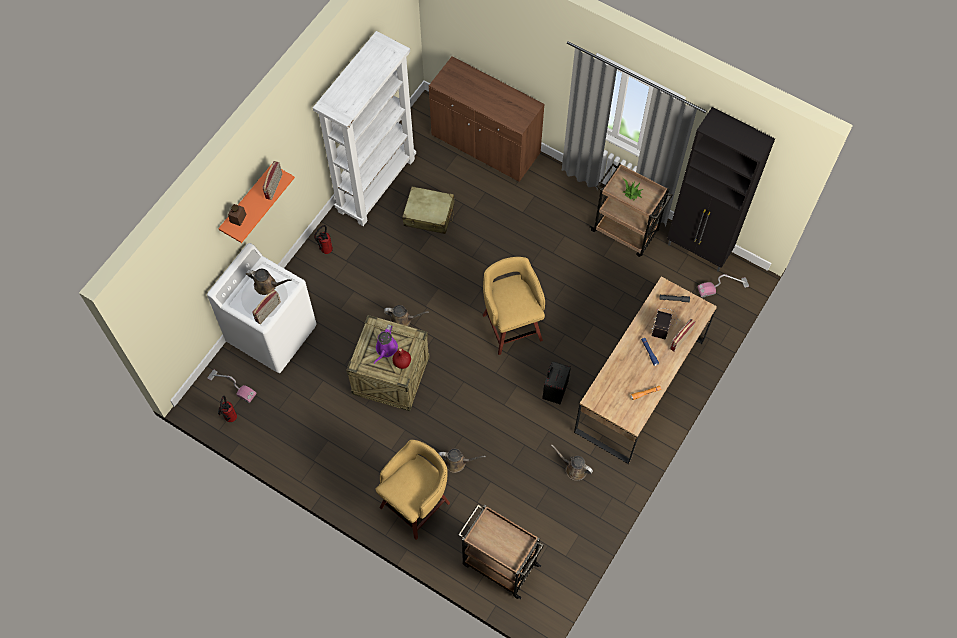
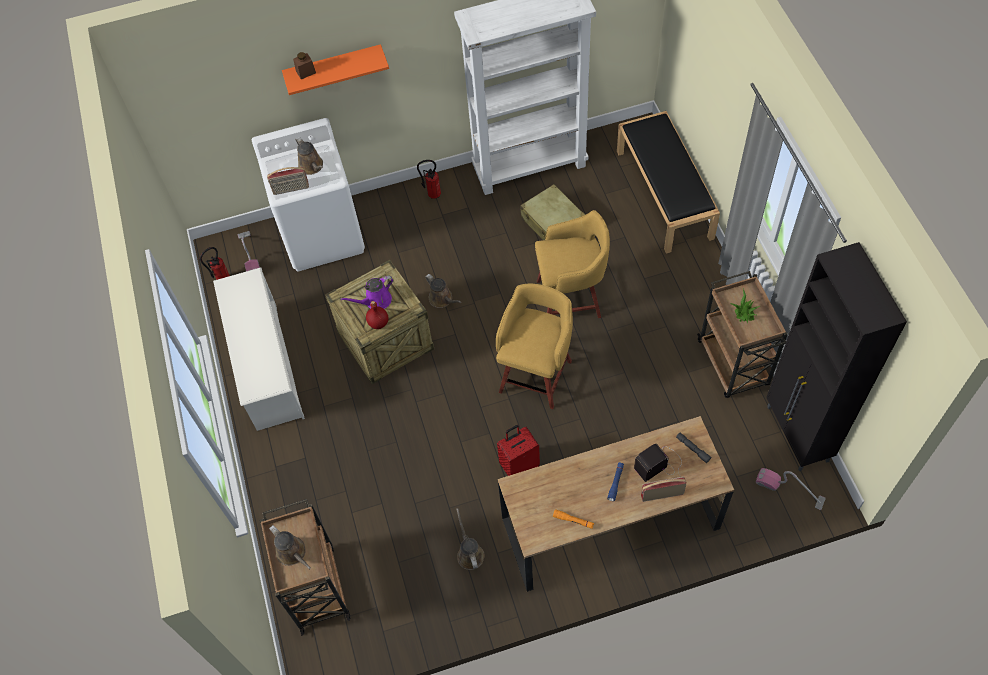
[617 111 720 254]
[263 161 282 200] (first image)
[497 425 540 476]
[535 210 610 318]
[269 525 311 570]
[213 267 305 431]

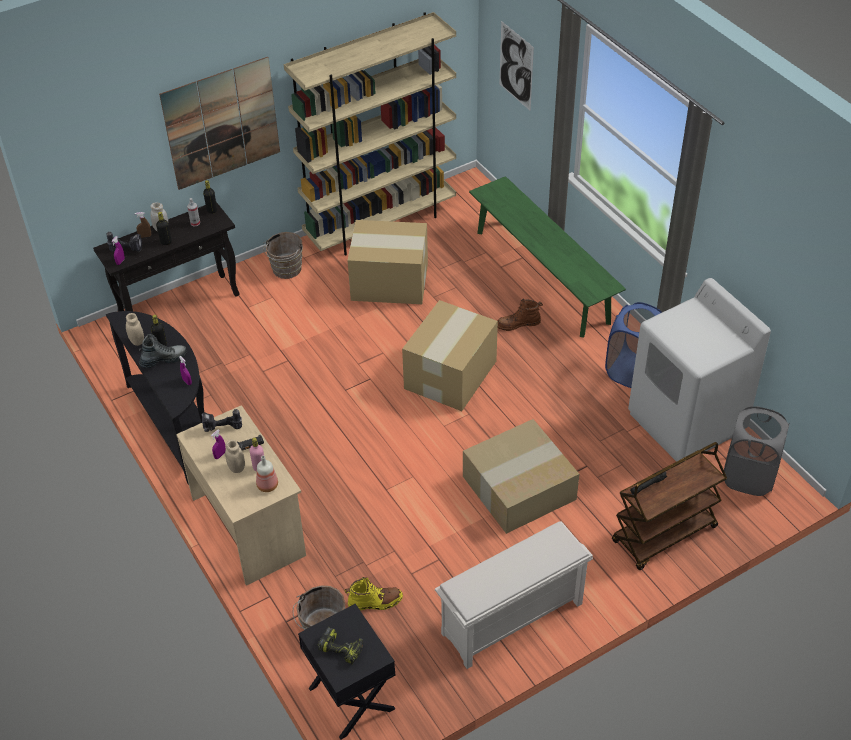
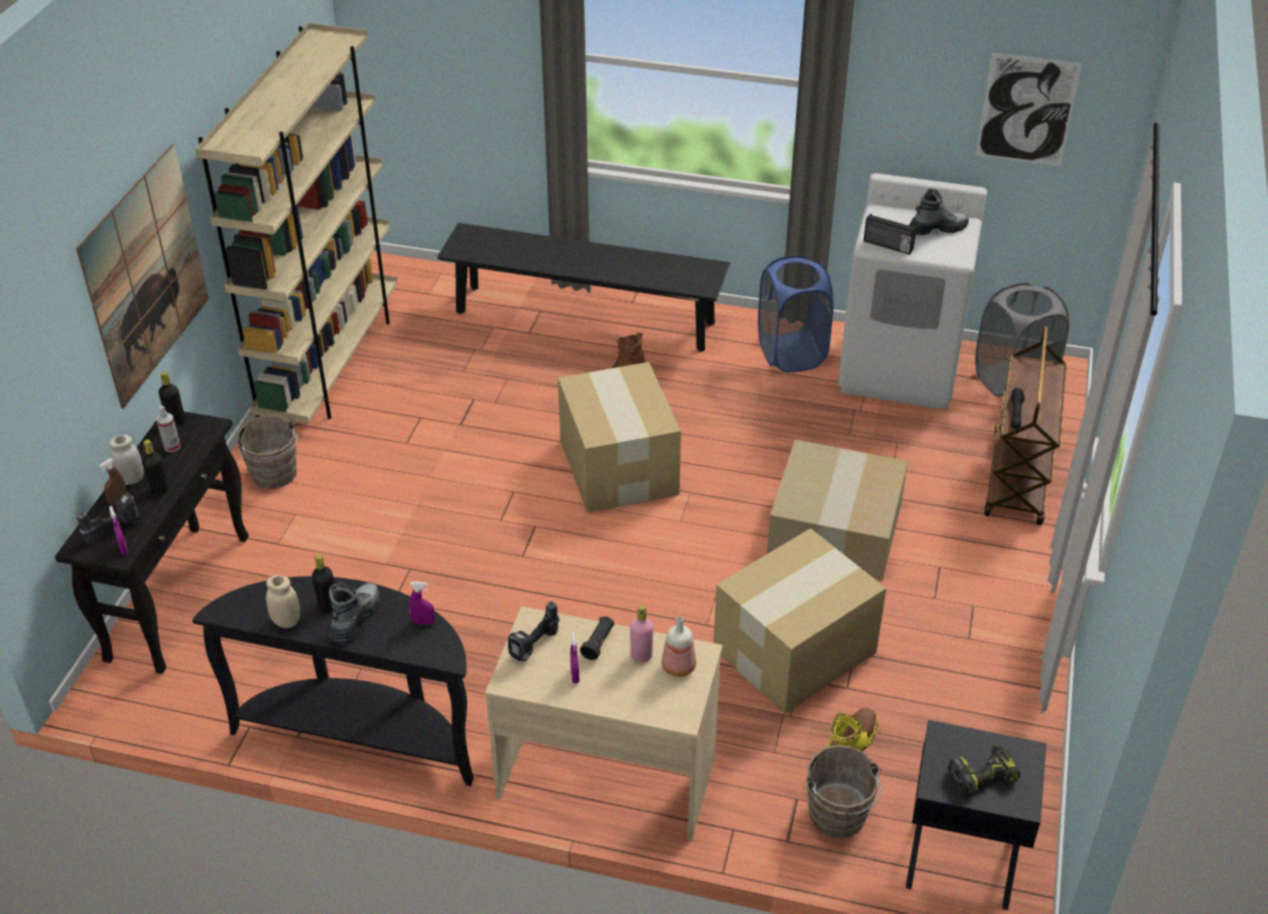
[975 53 1082 166]
[437 223 730 352]
[713 528 886 714]
[225 440 245 473] (first image)
[435 521 593 669] (first image)
[909 188 969 235]
[864 213 917 255]

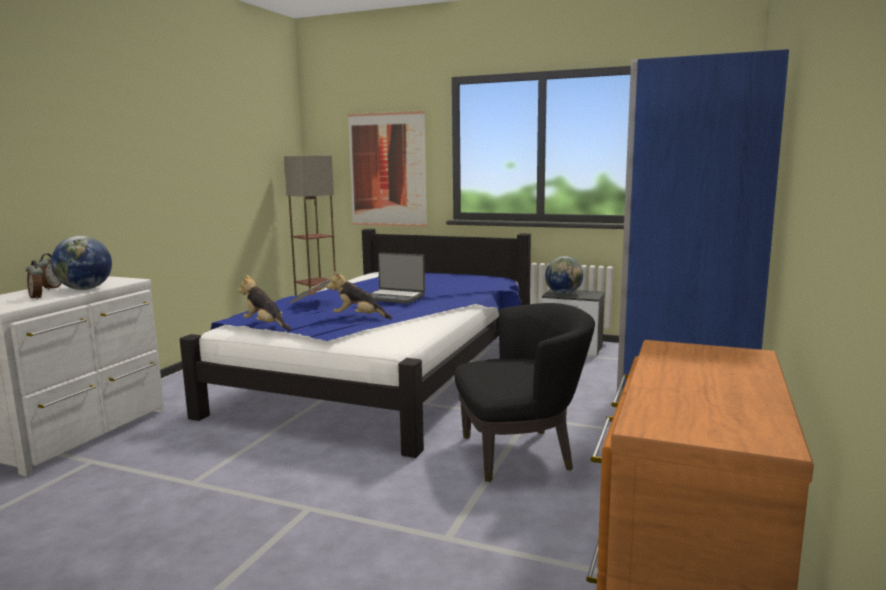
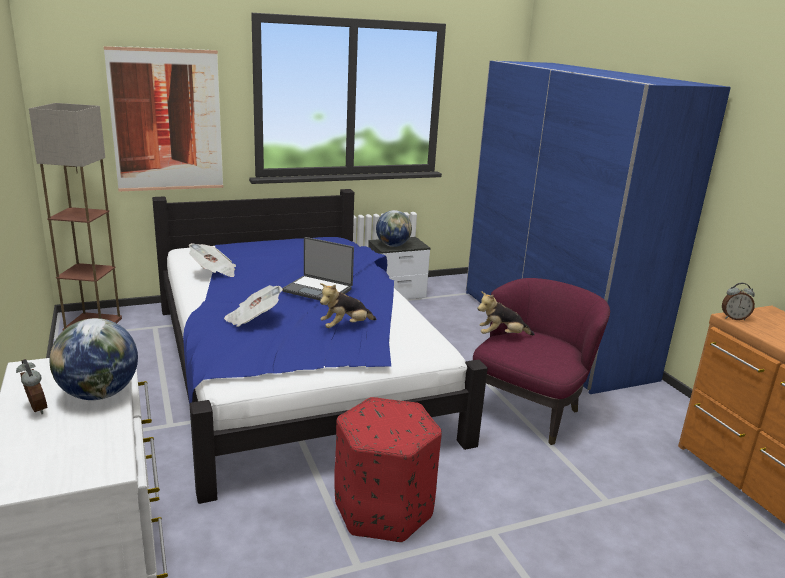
[282 237 354 300]
[722 283 755 320]
[477 291 535 336]
[473 278 610 445]
[189 243 236 277]
[334 397 442 543]

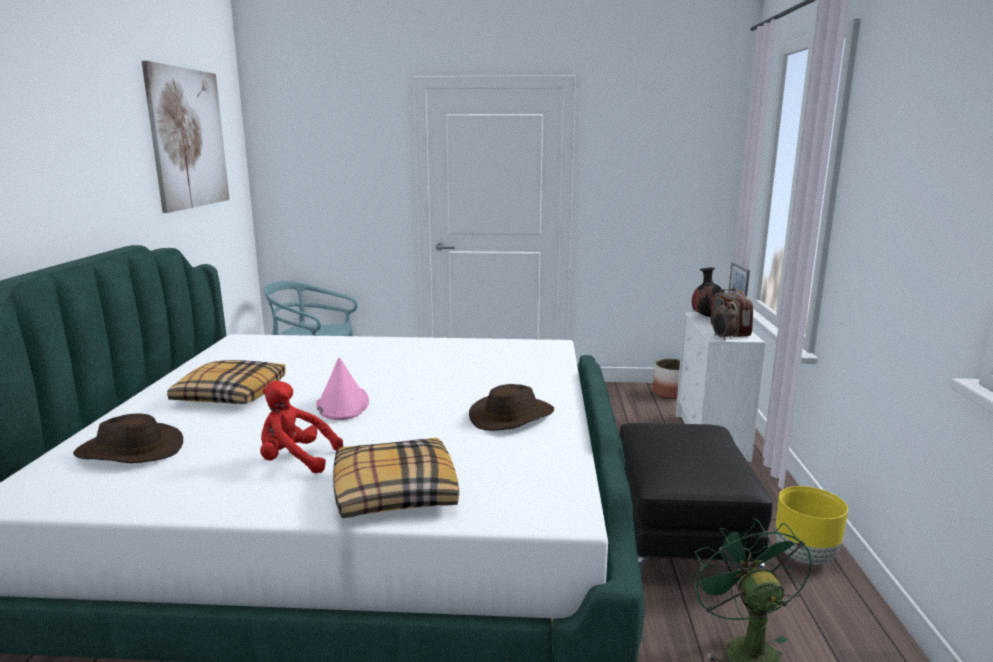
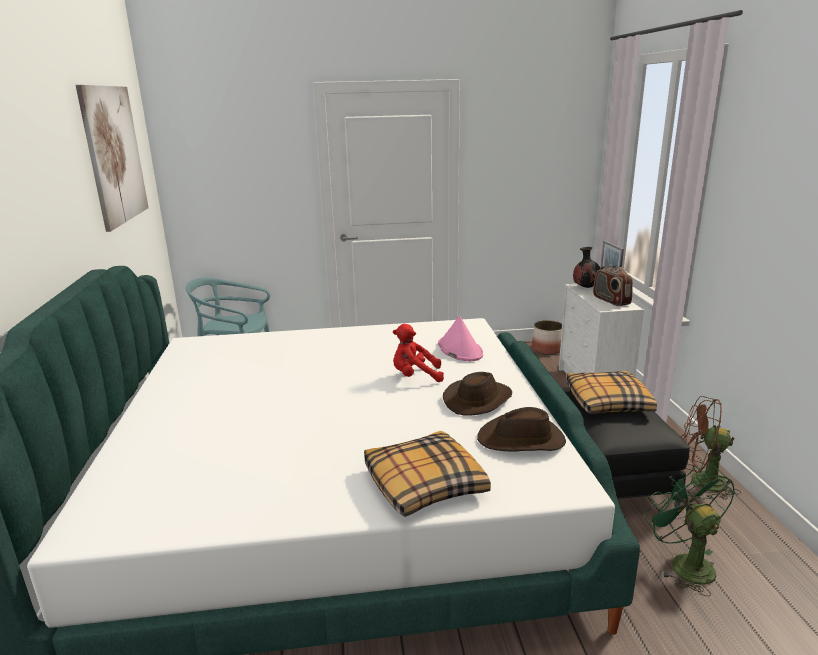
[712 301 737 340] (first image)
[438 316 483 361]
[567 371 657 414]
[393 324 444 382]
[477 407 566 452]
[681 396 741 500]

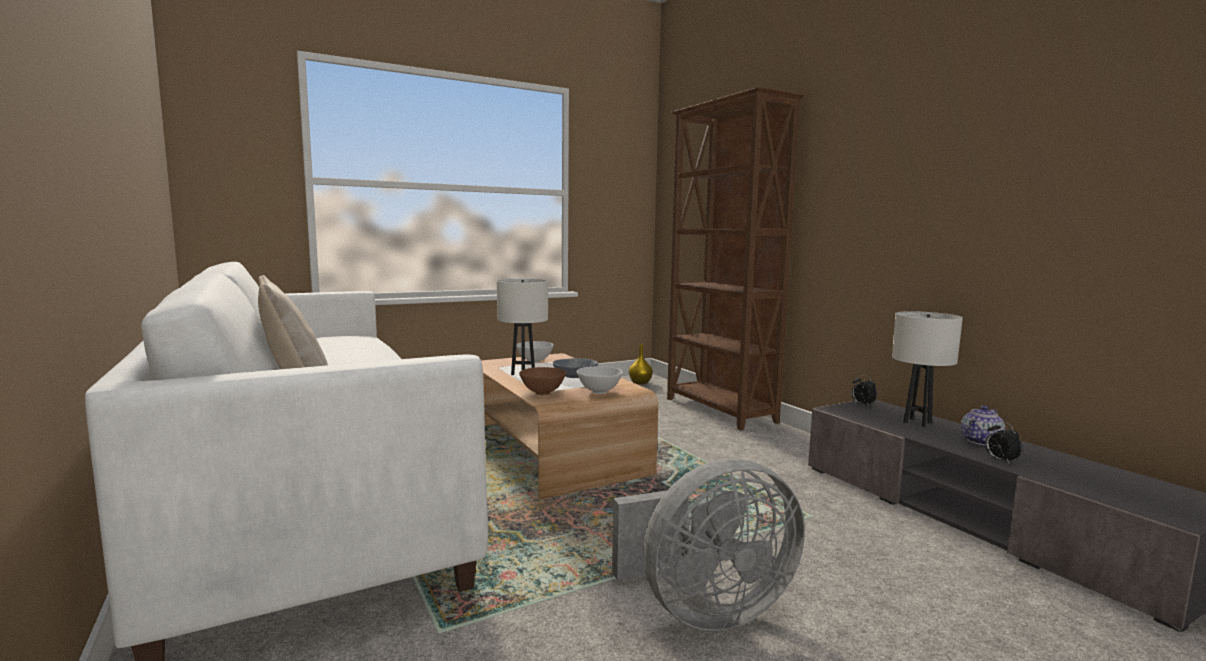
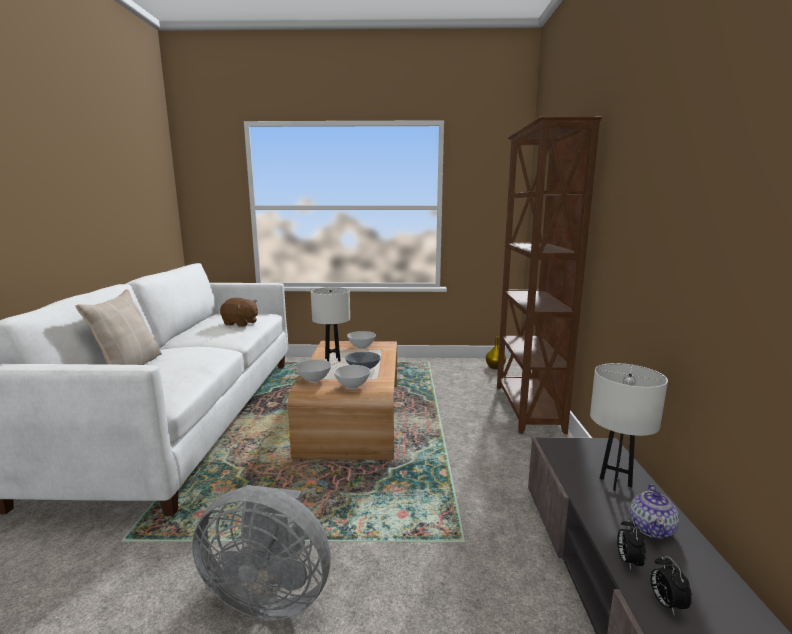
[296 359 331 383]
[650 556 692 616]
[630 484 679 539]
[220 298 258 327]

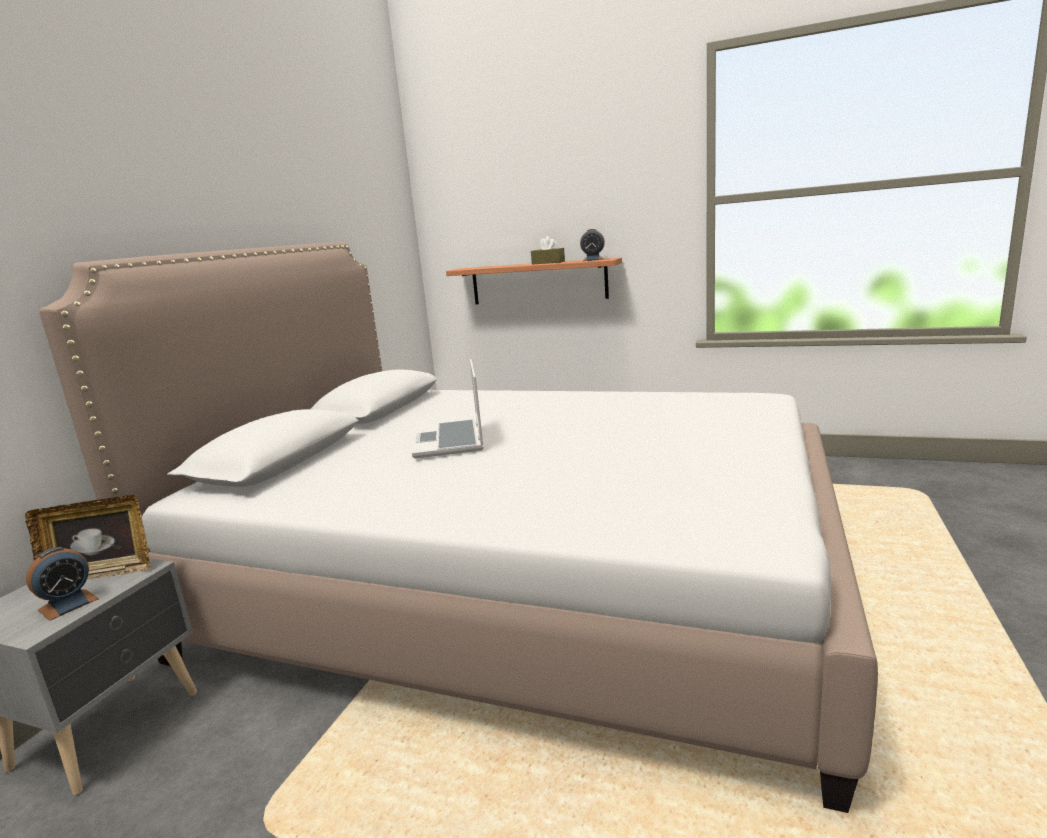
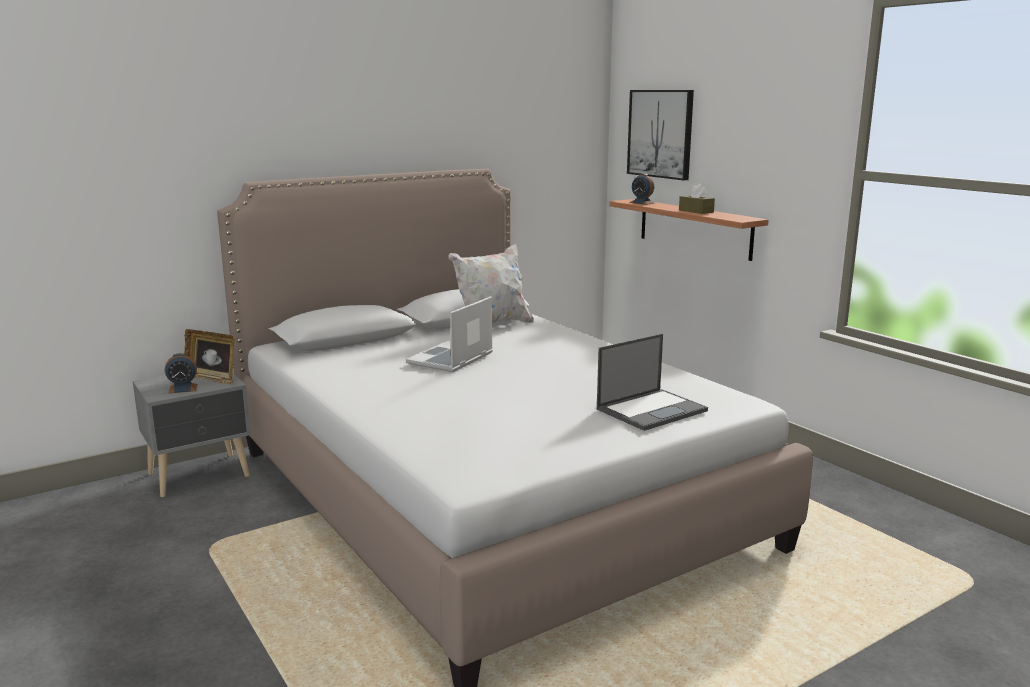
[629 174 655 205]
[627 90 694 180]
[449 243 534 324]
[597 334 708 431]

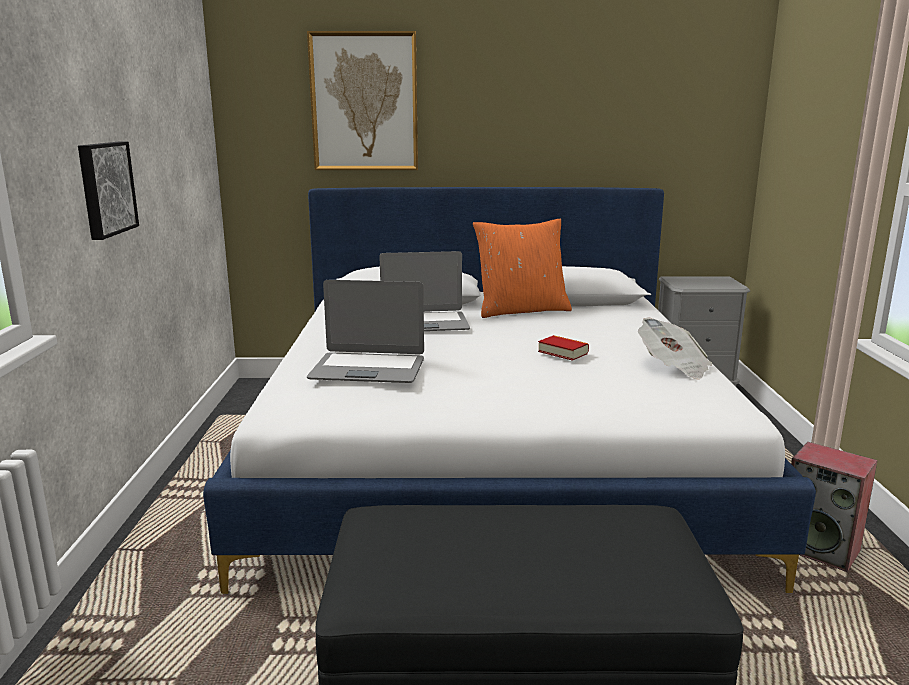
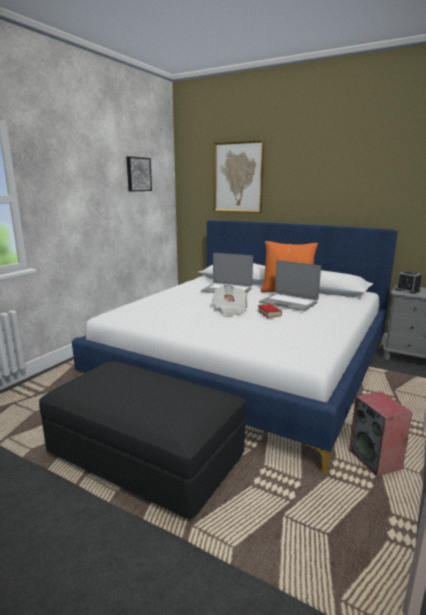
[126 156 152 191]
[259 260 321 311]
[212 284 248 316]
[395 271 422 294]

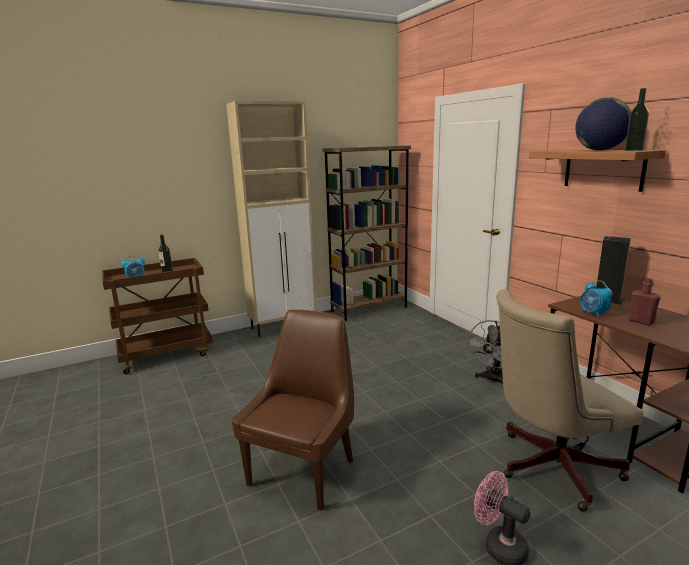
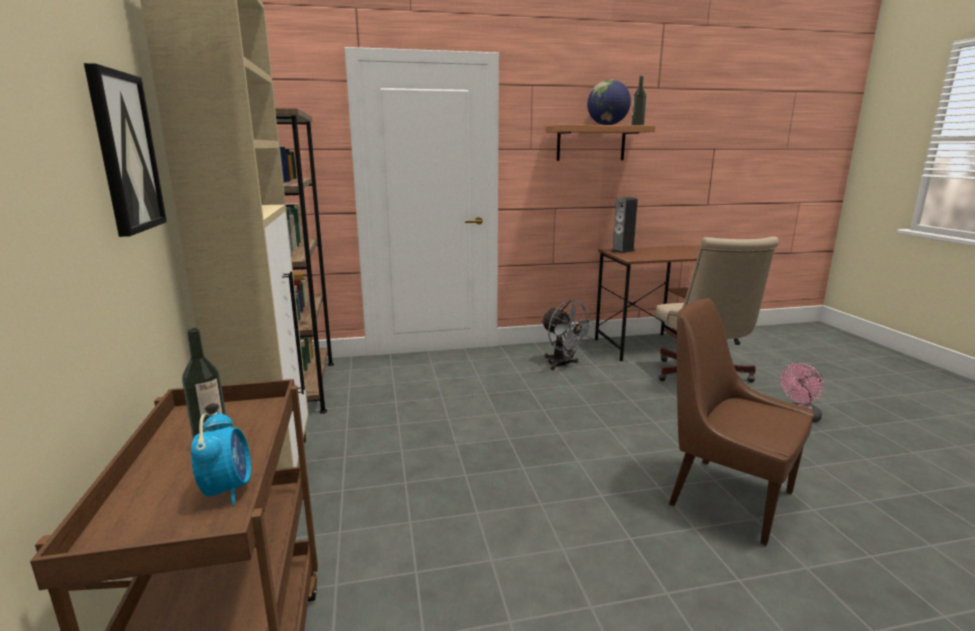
[628 278 661 325] (first image)
[580 281 613 318] (first image)
[84 63 167 237]

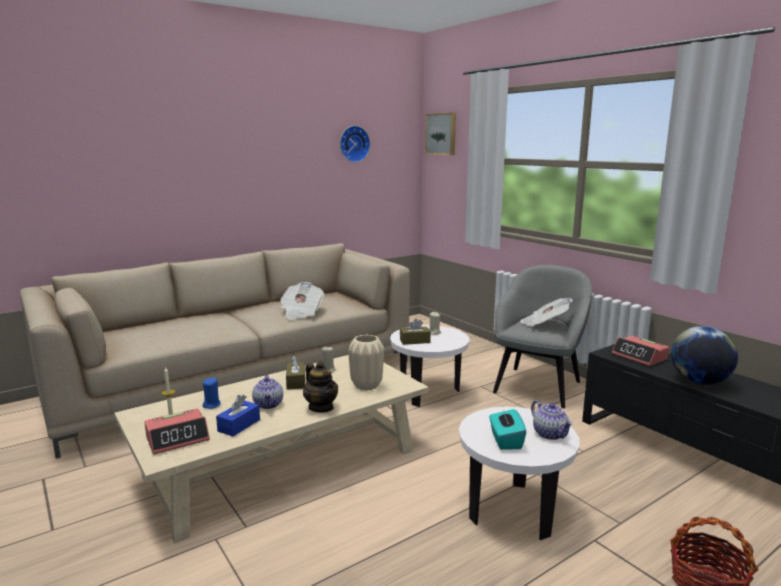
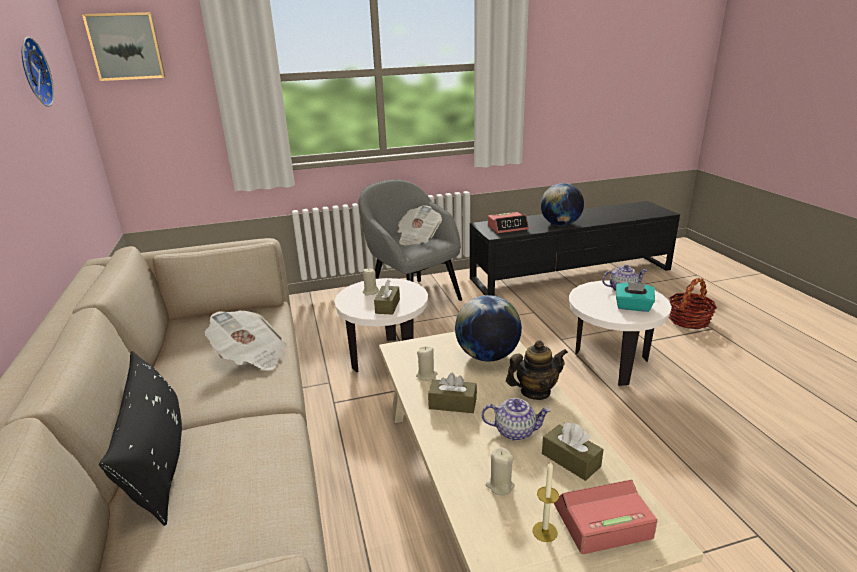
[455 295 522 362]
[486 447 515 496]
[542 423 604 481]
[554 480 657 554]
[99 351 182 526]

